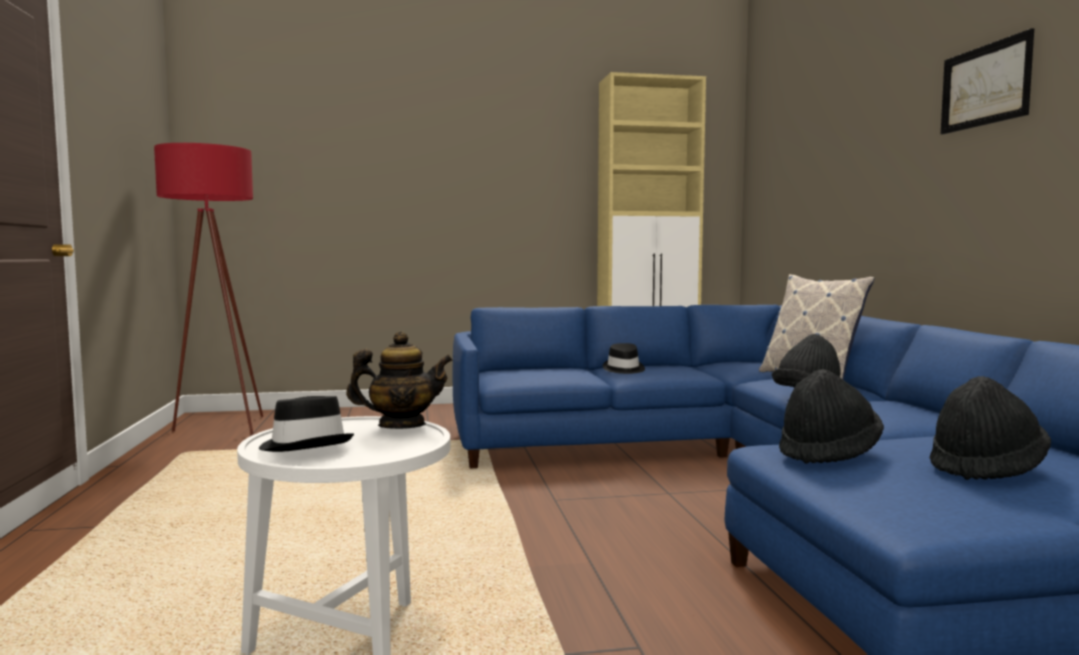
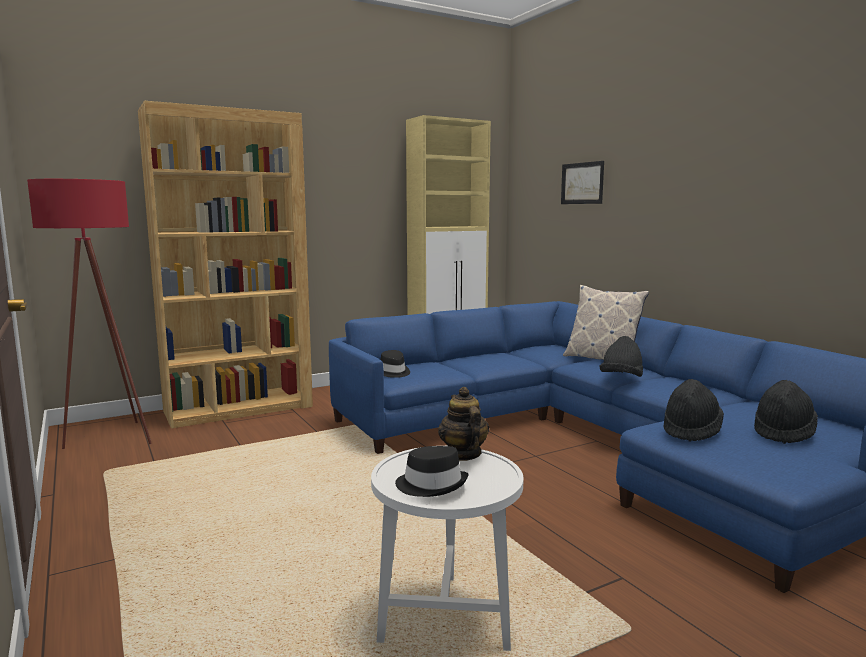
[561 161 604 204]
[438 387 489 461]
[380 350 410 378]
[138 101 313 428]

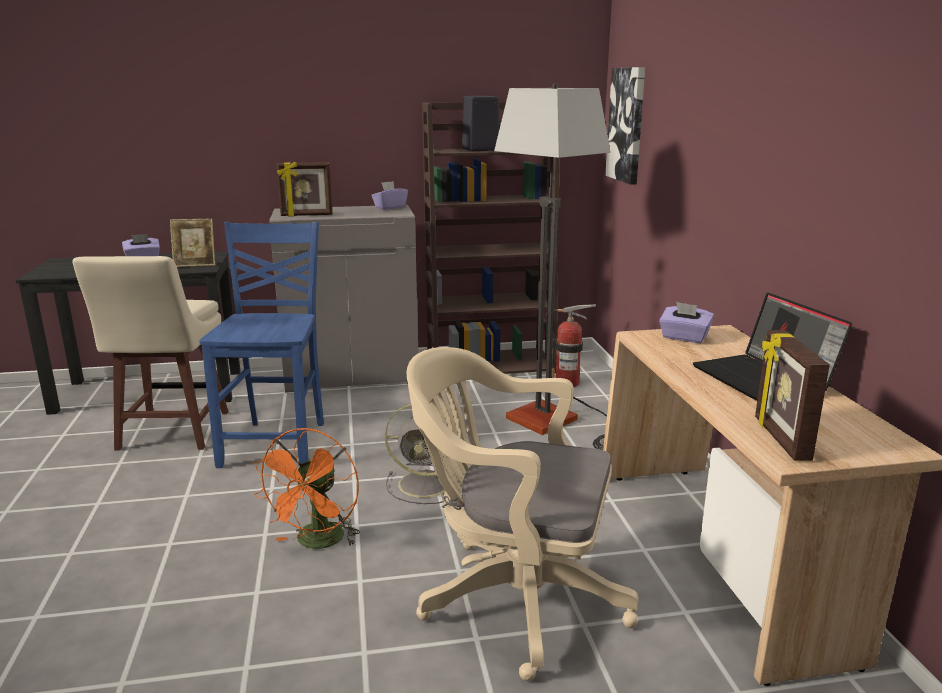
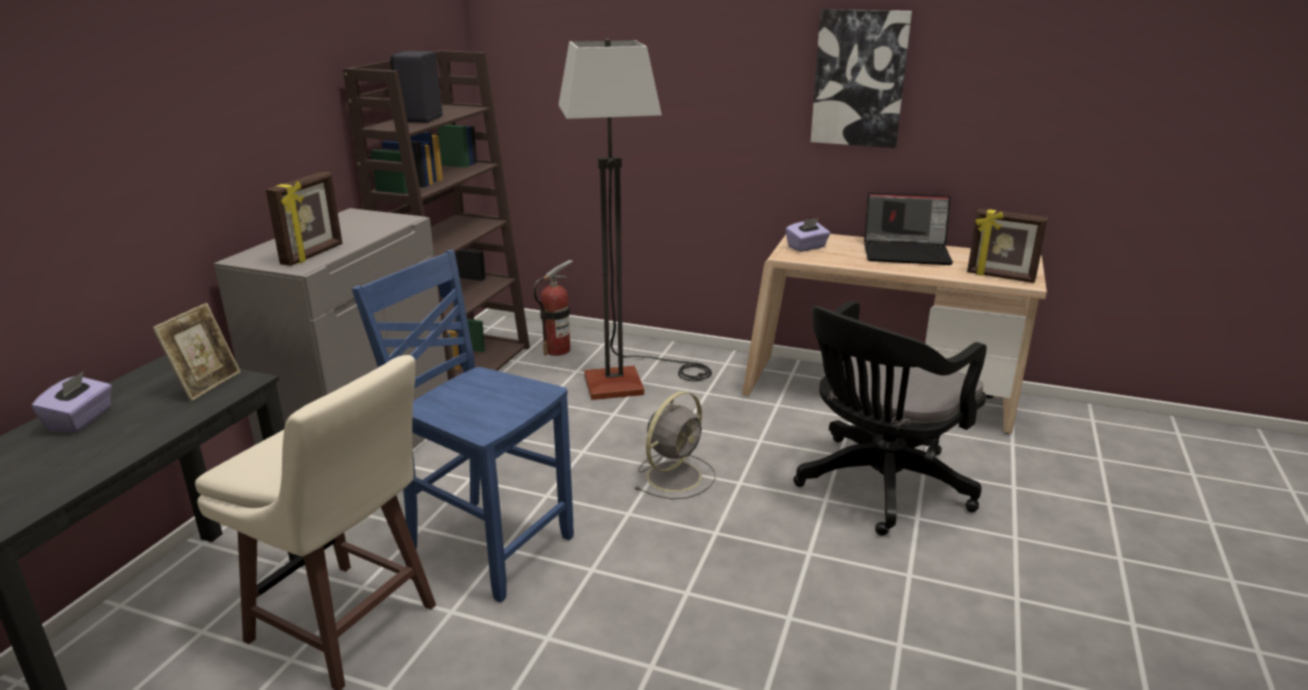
[811 9 912 148]
[371 181 408 210] (first image)
[793 301 987 536]
[254 428 360 549] (first image)

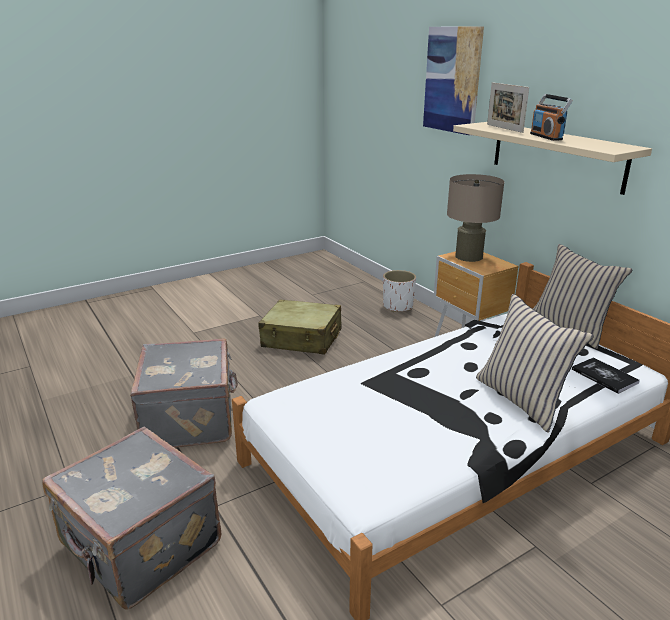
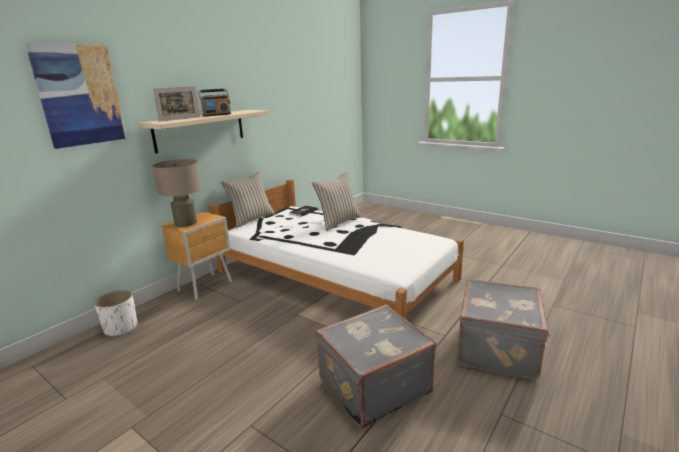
[258 299 342 355] (first image)

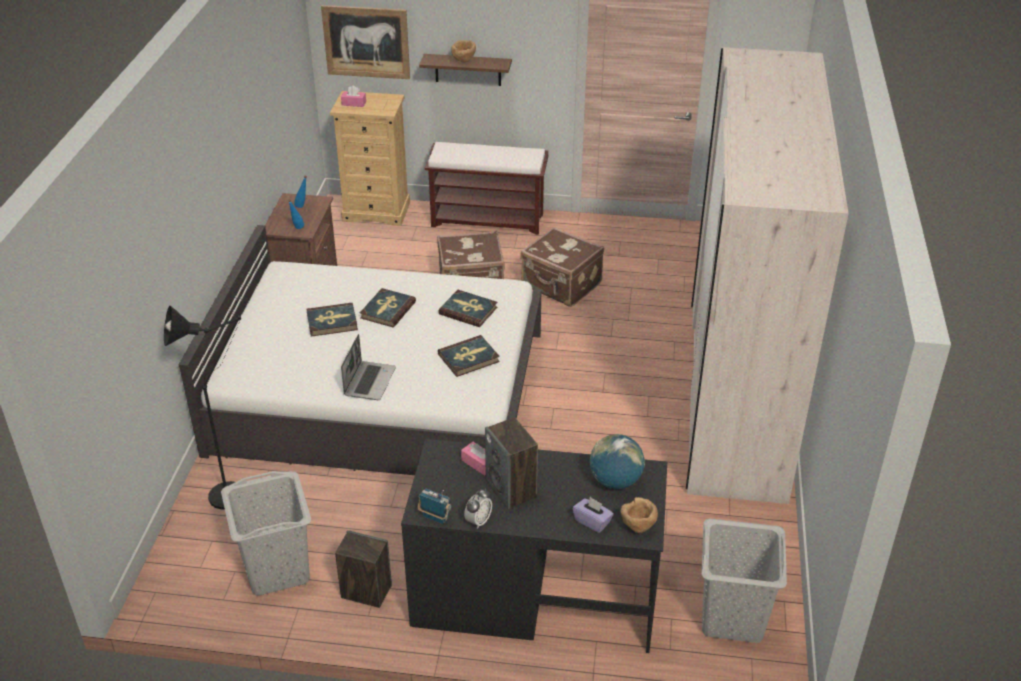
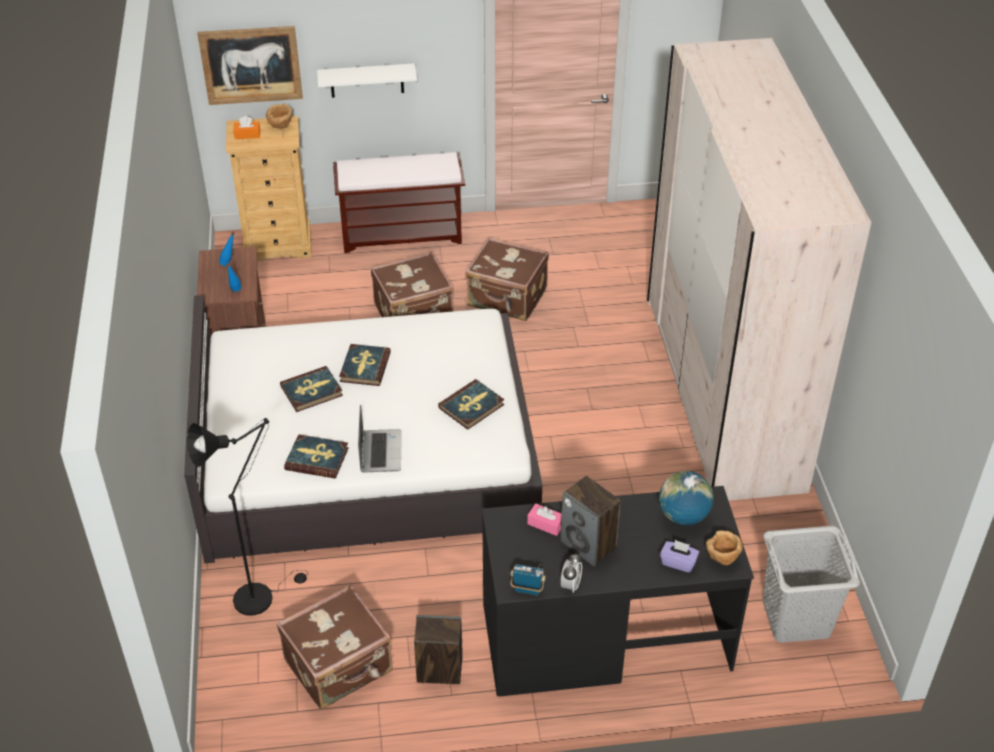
[266 104 292 129]
[317 63 417 98]
[234 116 260 139]
[284 434 349 479]
[276 585 393 710]

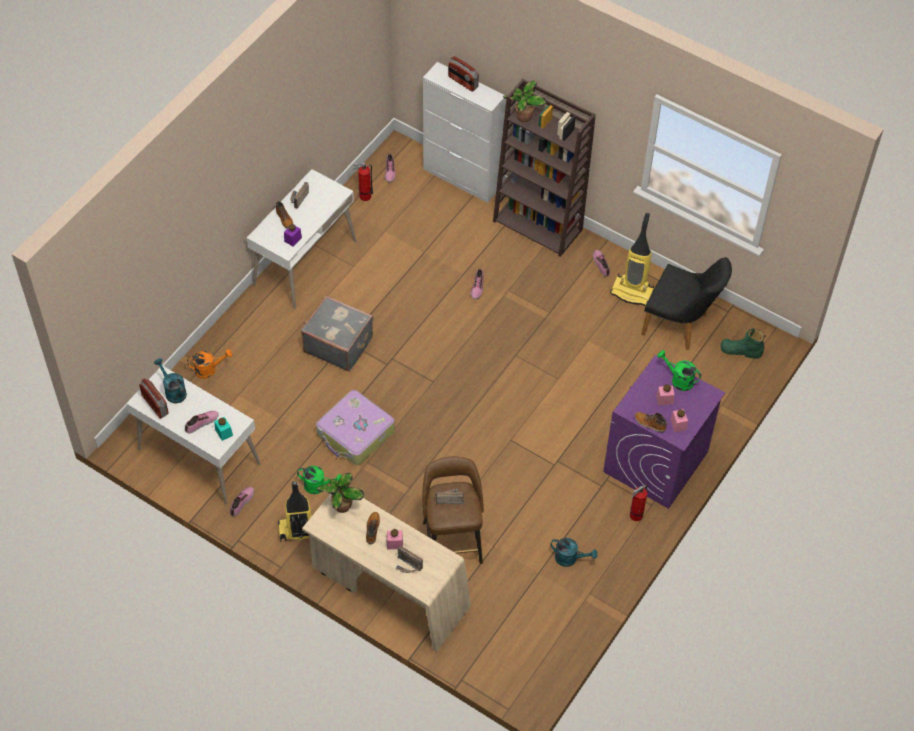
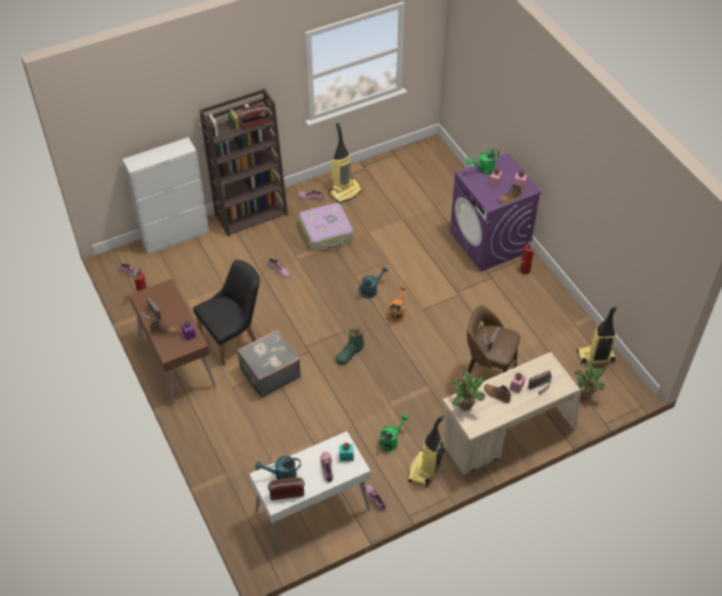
[239 104 269 129]
[575 362 605 399]
[129 279 216 405]
[193 260 260 366]
[336 326 364 365]
[388 286 406 323]
[299 203 353 252]
[359 266 388 299]
[577 306 617 365]

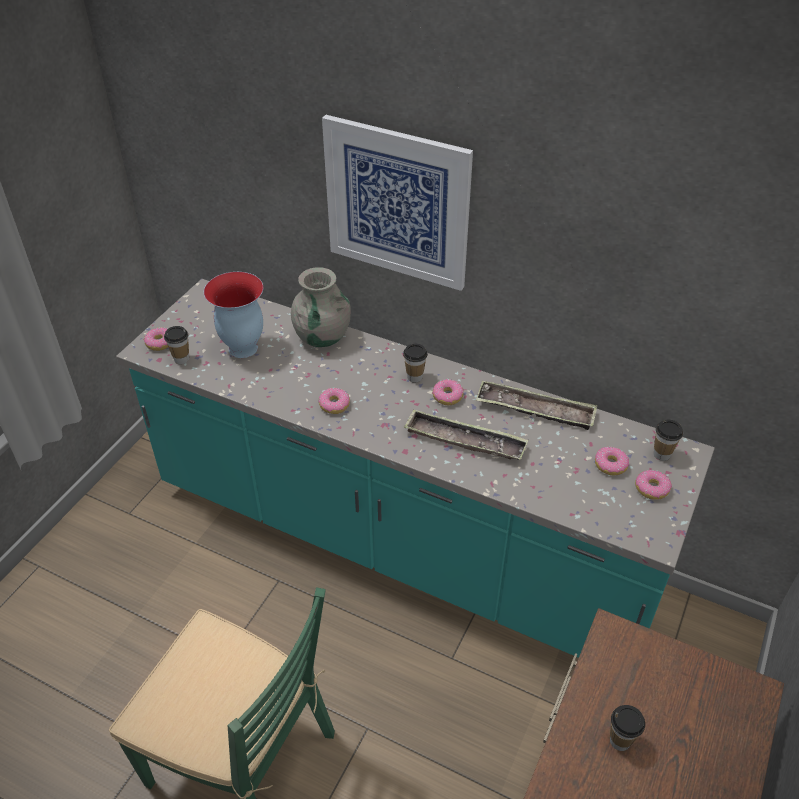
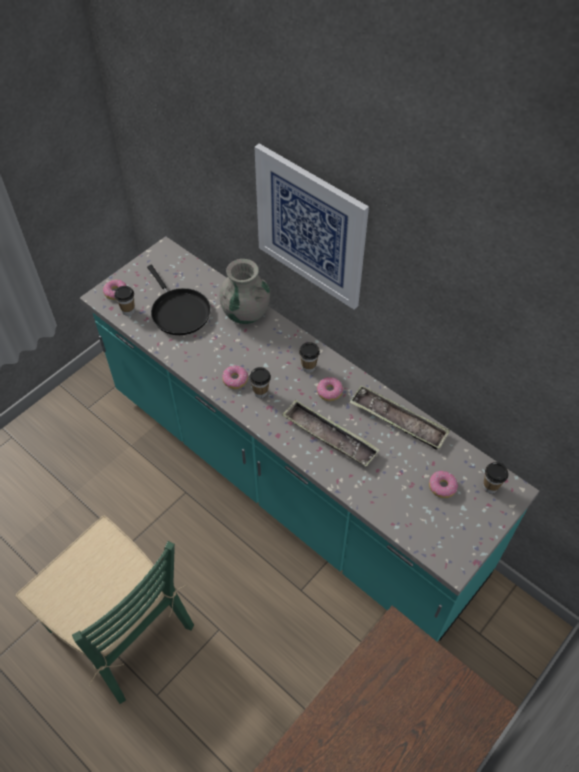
[147 265 211 335]
[635 470 672 500] (first image)
[249 367 271 398]

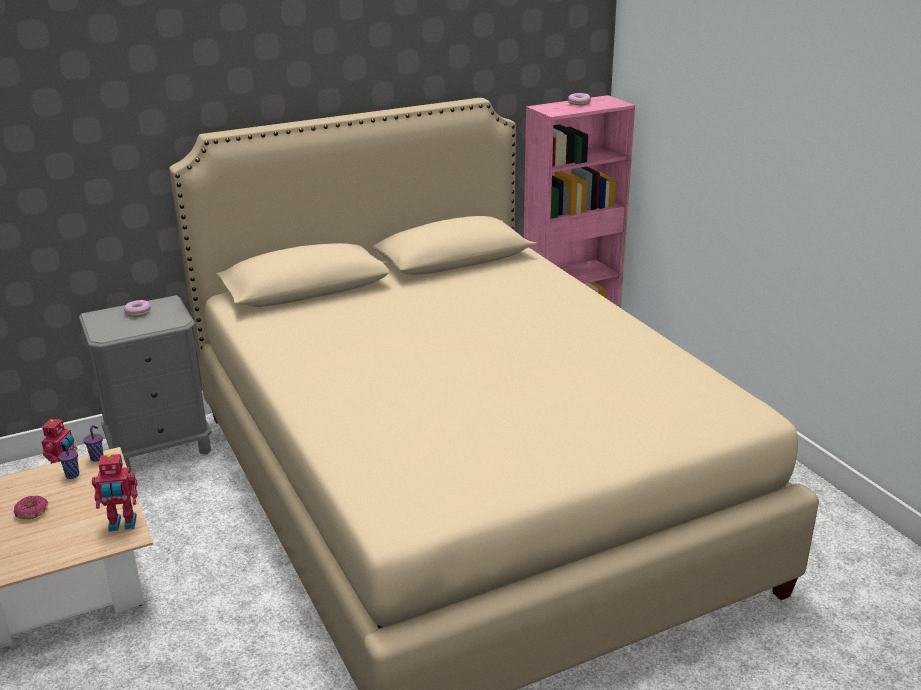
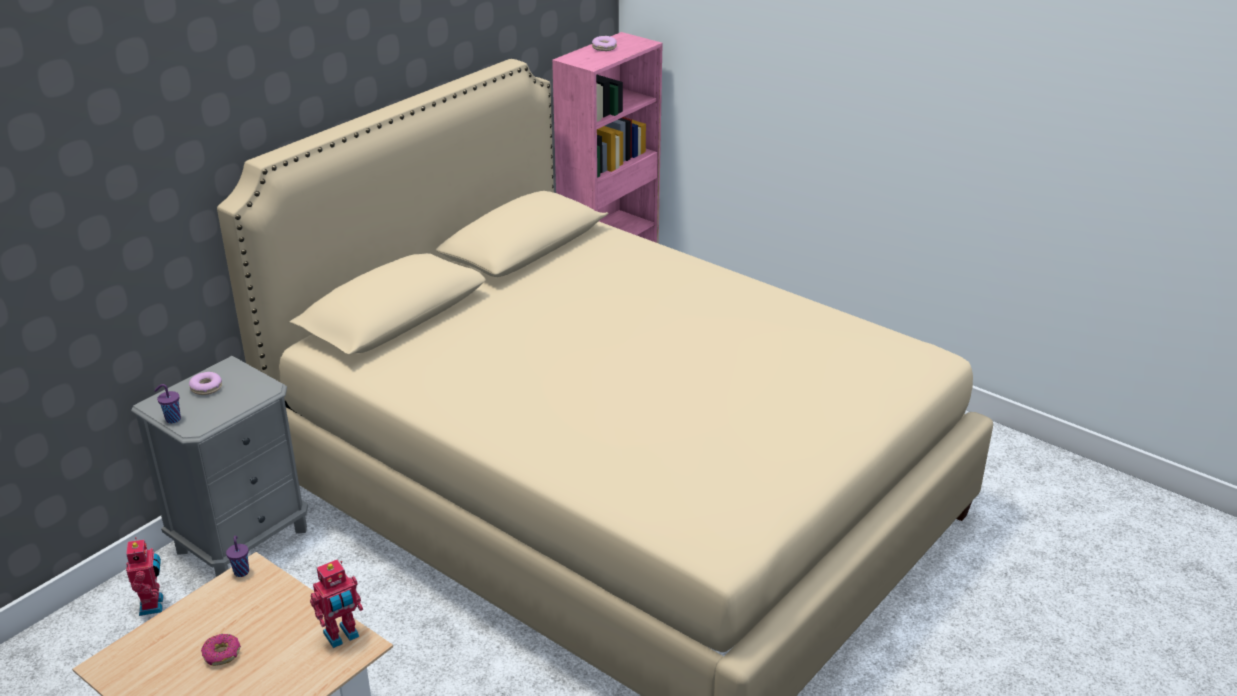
[154 384 181 424]

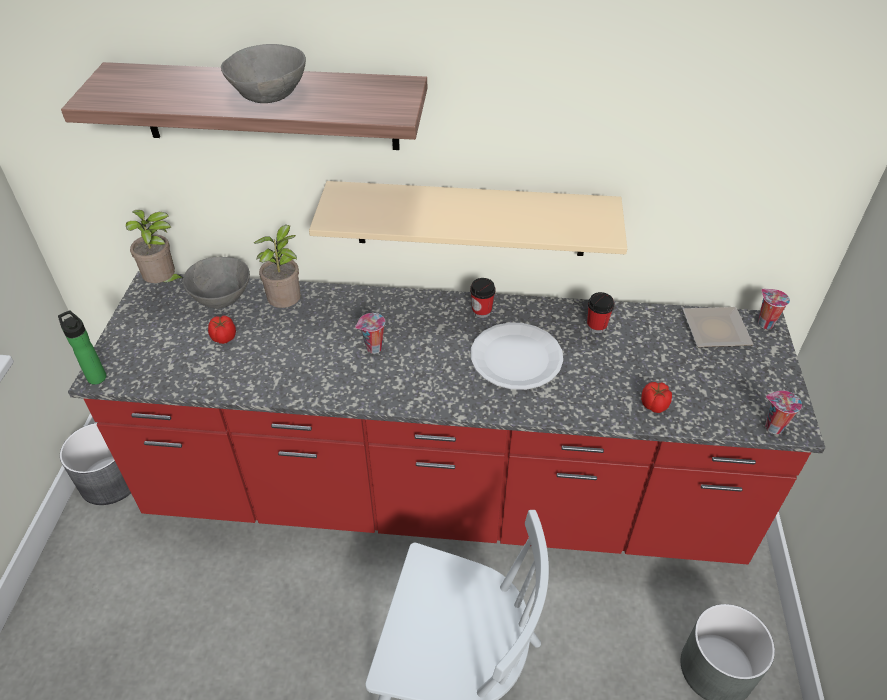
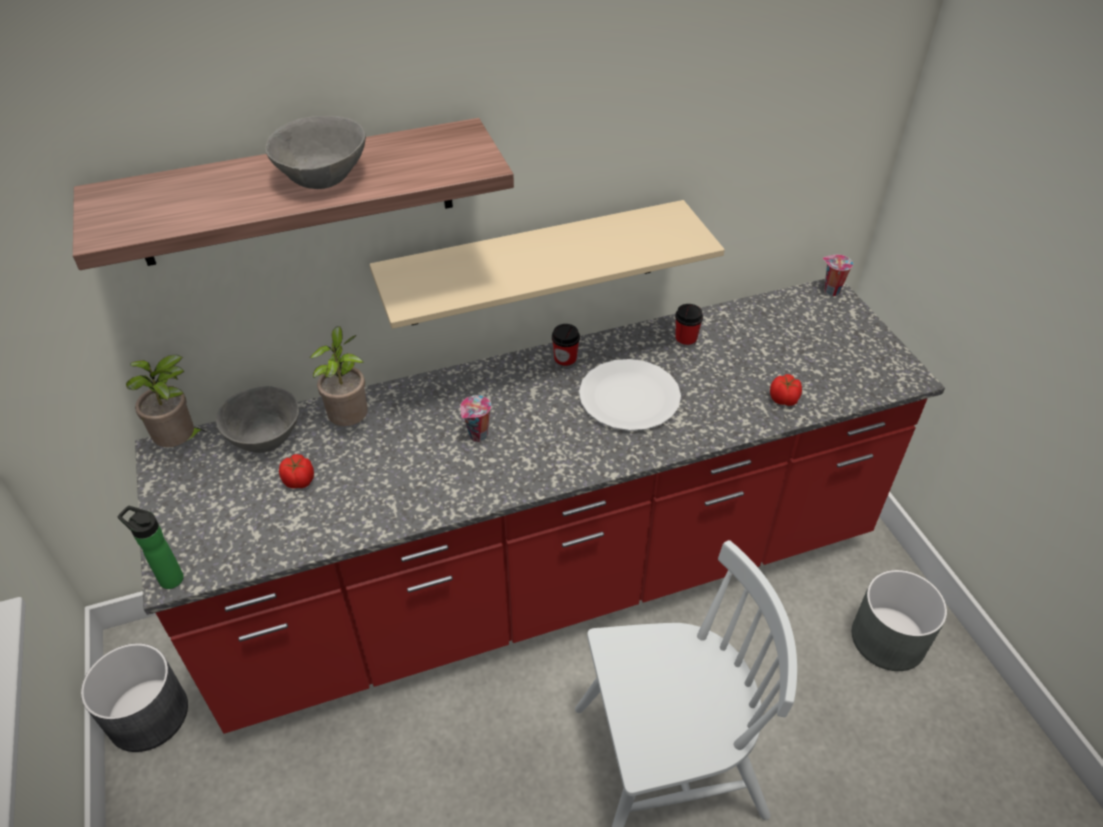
[683 307 754 347] (first image)
[765 390 802 434] (first image)

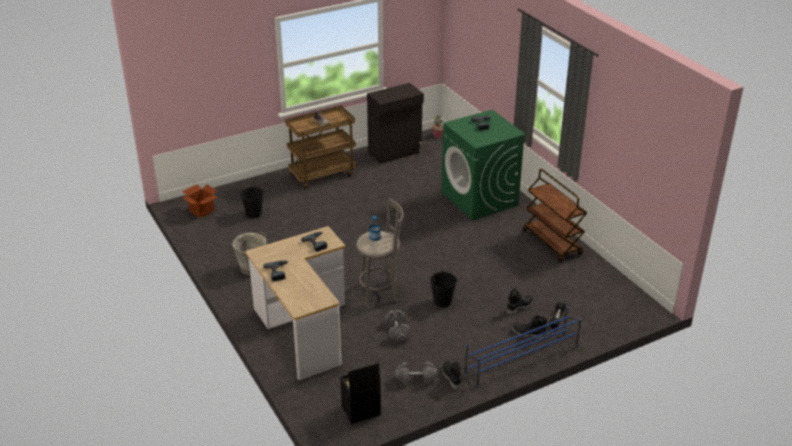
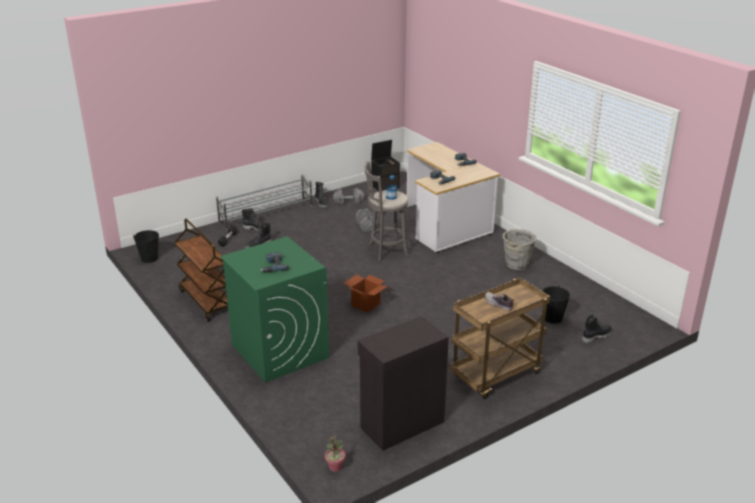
[344 275 388 313]
[133 230 159 263]
[216 175 312 230]
[582 314 612 343]

